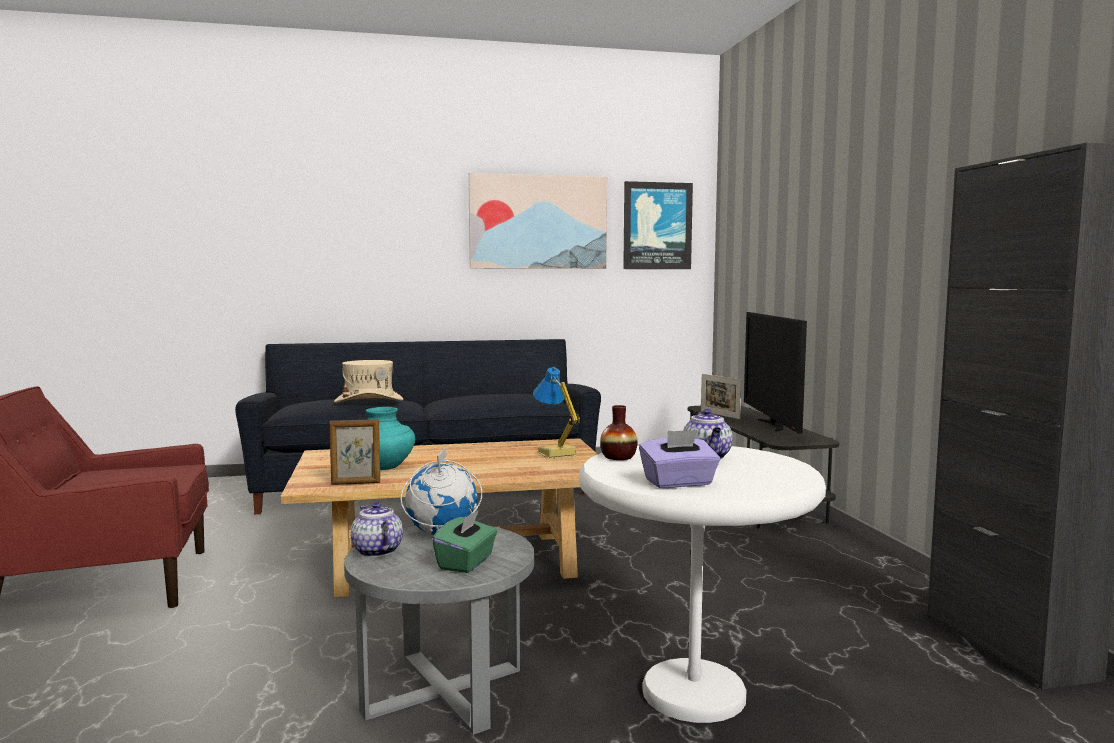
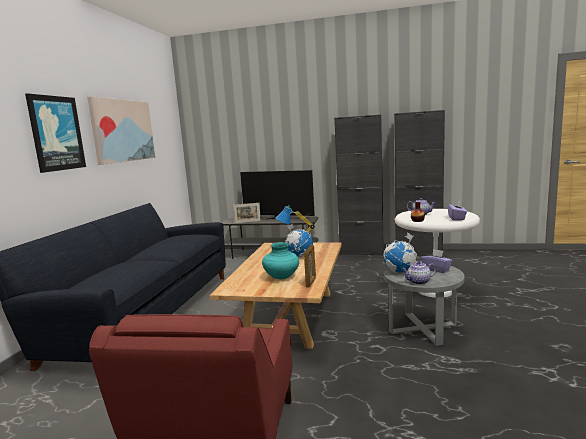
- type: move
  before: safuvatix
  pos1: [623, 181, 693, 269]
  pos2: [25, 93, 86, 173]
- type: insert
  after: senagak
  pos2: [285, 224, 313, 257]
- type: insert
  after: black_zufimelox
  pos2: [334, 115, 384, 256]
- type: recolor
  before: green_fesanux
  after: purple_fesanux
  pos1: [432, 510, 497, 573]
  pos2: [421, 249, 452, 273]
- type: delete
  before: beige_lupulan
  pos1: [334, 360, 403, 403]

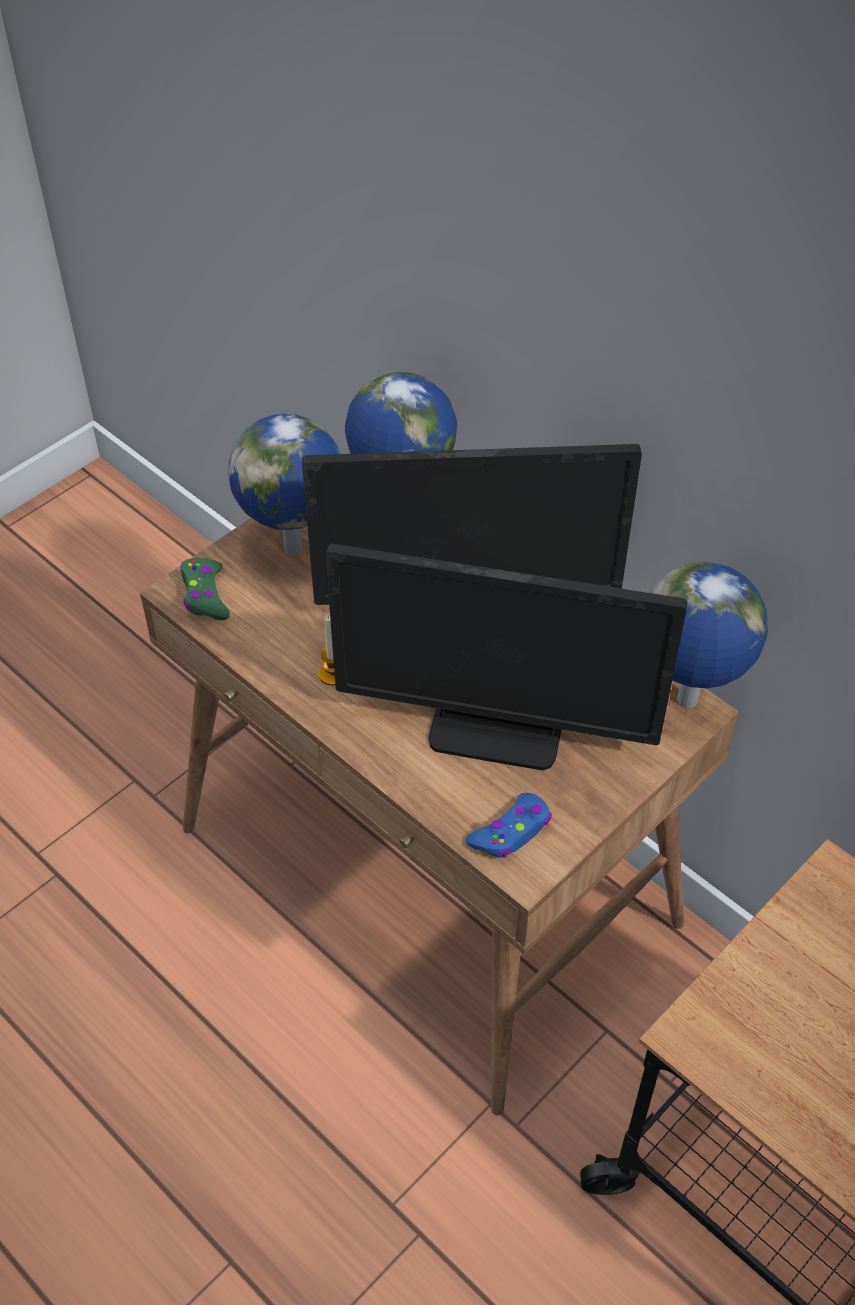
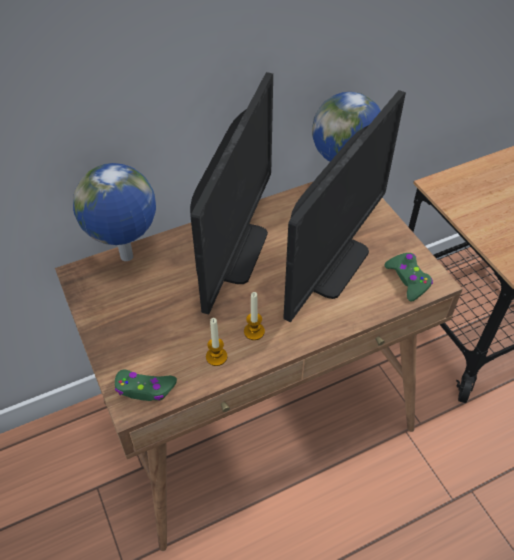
- type: insert
  after: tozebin
  pos2: [206, 318, 227, 366]
- type: recolor
  before: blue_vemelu
  after: green_vemelu
  pos1: [466, 793, 552, 858]
  pos2: [384, 253, 433, 302]
- type: delete
  before: senagak
  pos1: [228, 414, 340, 556]

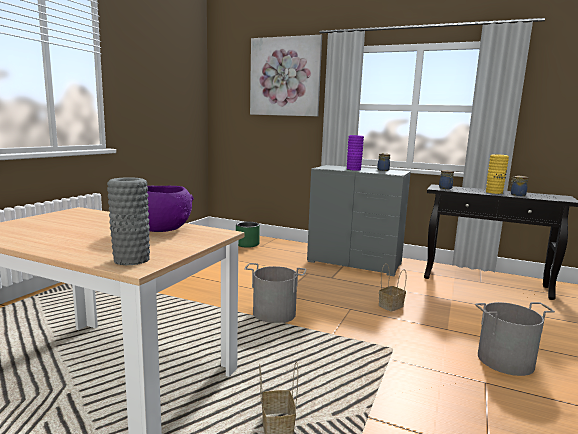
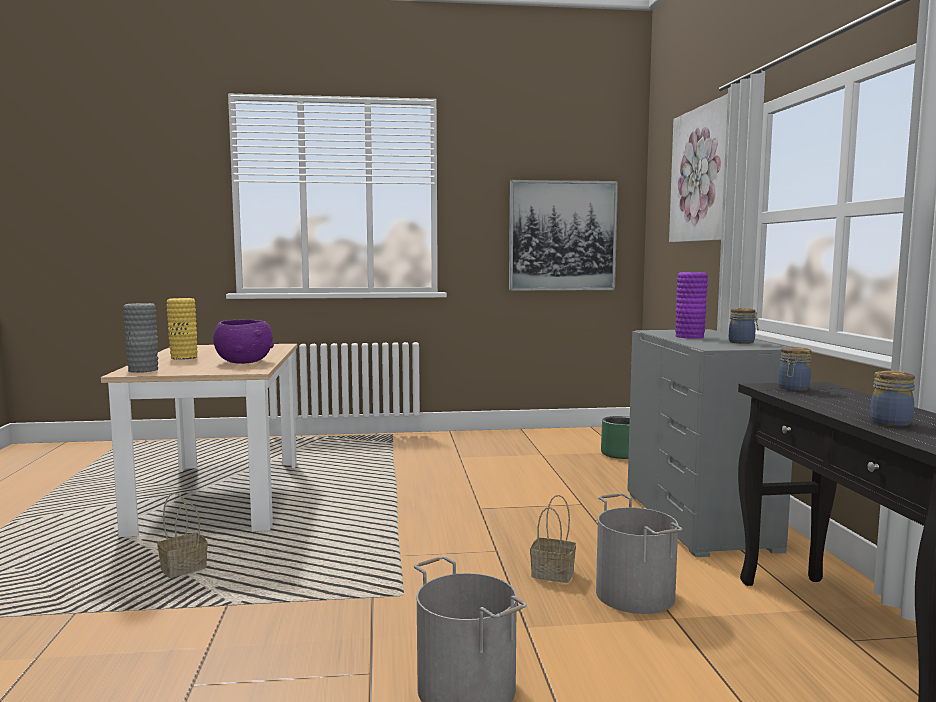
- type: move
  before: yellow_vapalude
  pos1: [486, 154, 509, 194]
  pos2: [166, 298, 198, 360]
- type: insert
  after: safuvatix
  pos2: [509, 180, 618, 291]
- type: move
  before: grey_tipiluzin
  pos1: [244, 263, 306, 323]
  pos2: [596, 493, 683, 614]

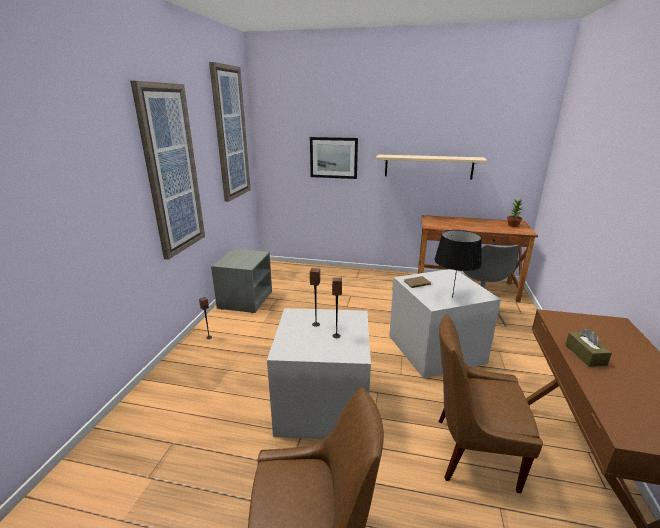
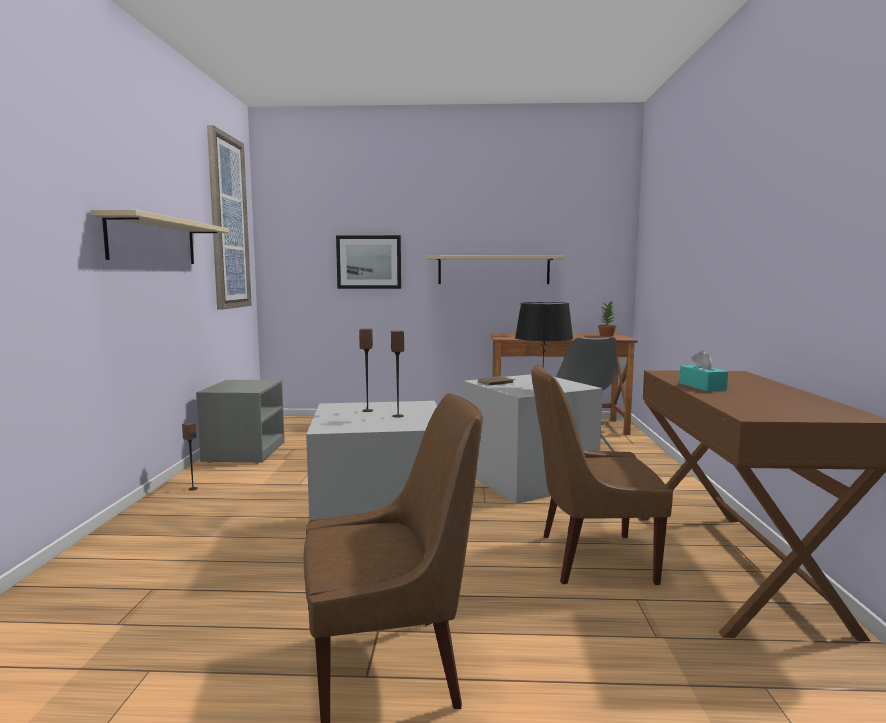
- type: replace
  before: safuvatix
  after: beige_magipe
  pos1: [130, 81, 205, 260]
  pos2: [91, 209, 229, 264]
- type: recolor
  before: brown_fesanux
  after: turquoise_fesanux
  pos1: [565, 329, 612, 367]
  pos2: [680, 350, 728, 391]

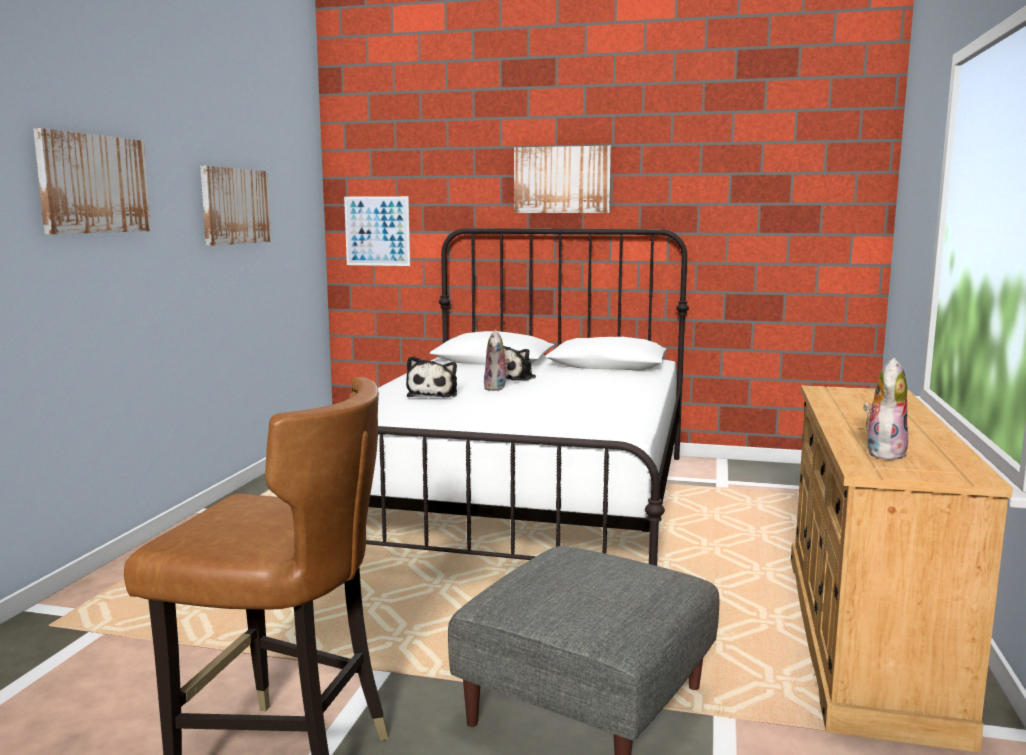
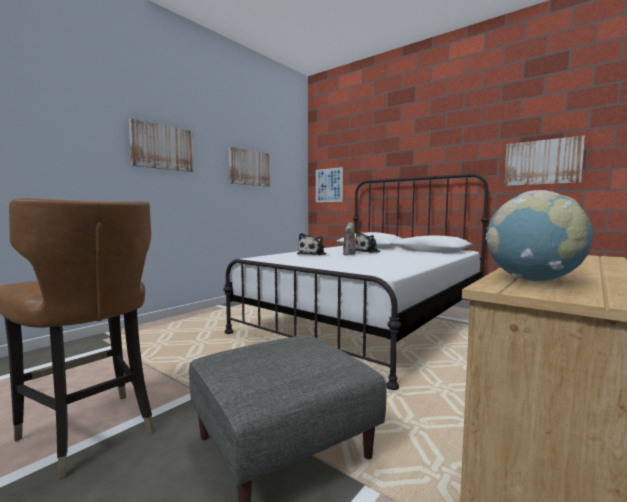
- type: replace
  before: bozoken
  after: senagak
  pos1: [863, 358, 908, 460]
  pos2: [485, 190, 593, 281]
- type: move
  before: safuvatix
  pos1: [514, 146, 612, 213]
  pos2: [504, 135, 585, 186]

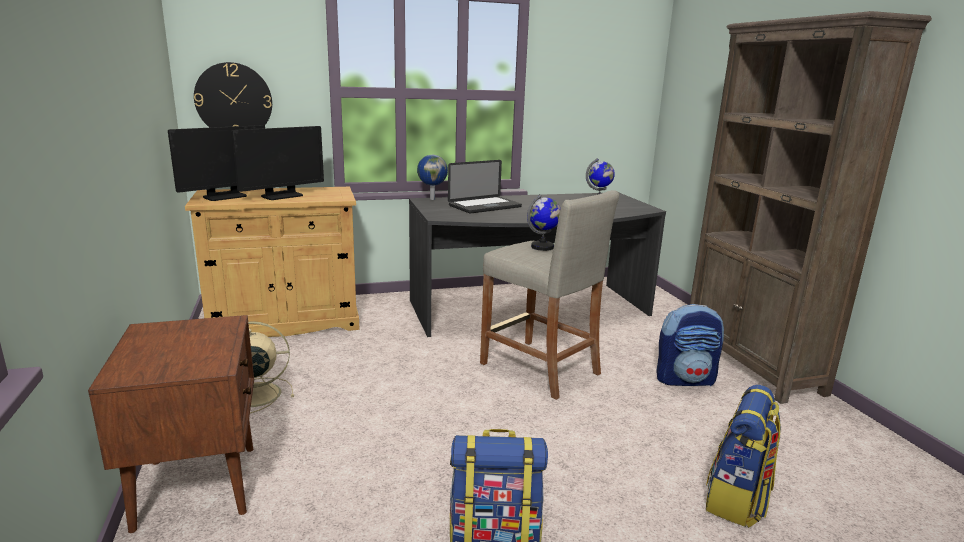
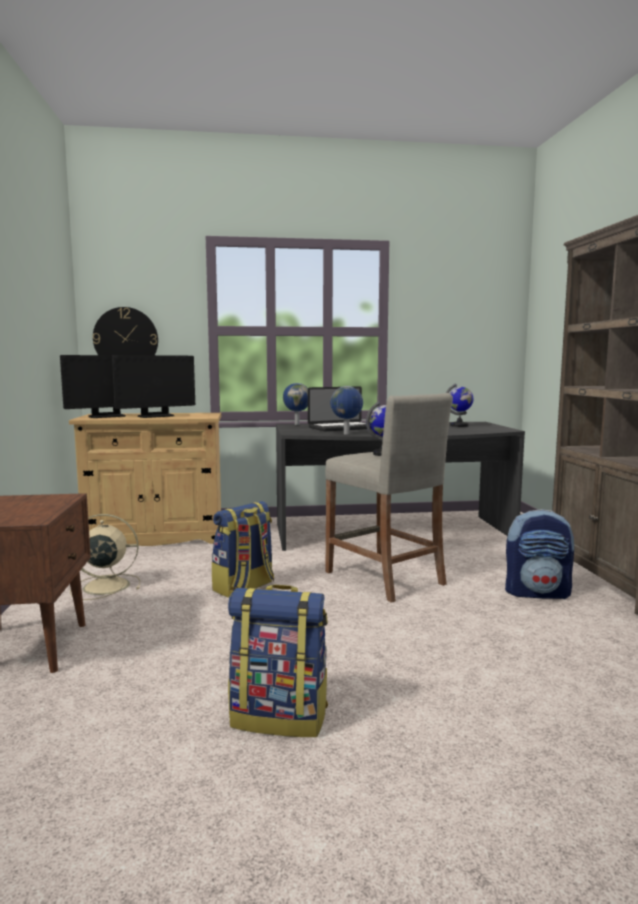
- type: move
  before: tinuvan
  pos1: [706, 385, 781, 528]
  pos2: [212, 501, 274, 598]
- type: insert
  after: senagak
  pos2: [330, 386, 363, 434]

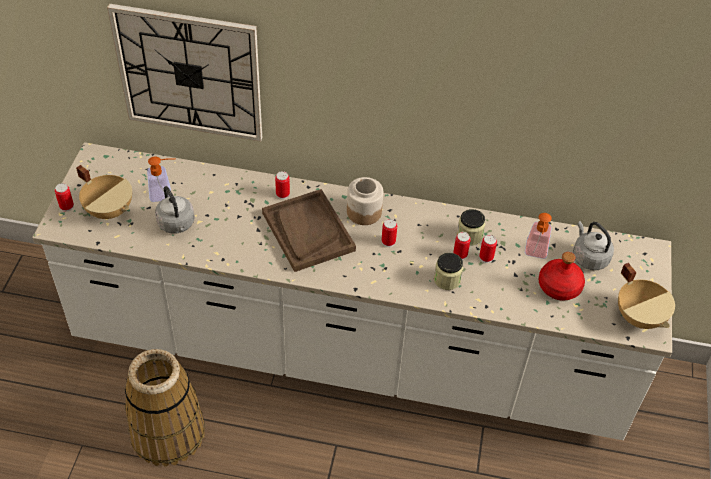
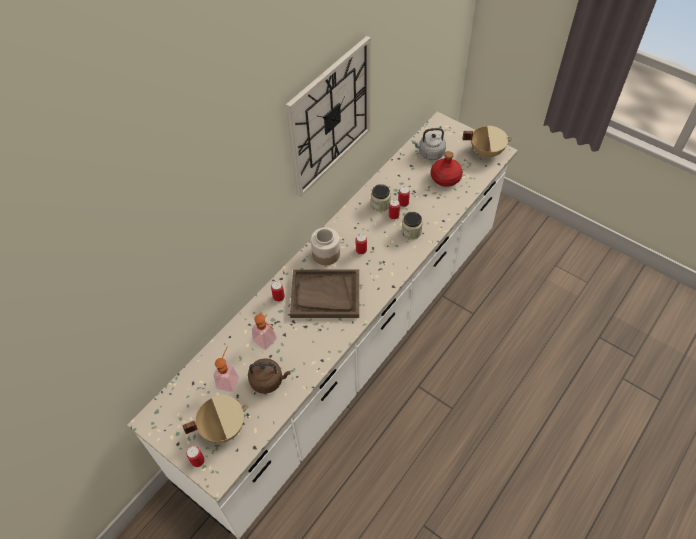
- type: recolor
  before: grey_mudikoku
  after: brown_mudikoku
  pos1: [155, 186, 195, 233]
  pos2: [248, 358, 290, 394]
- type: move
  before: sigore
  pos1: [525, 213, 552, 259]
  pos2: [252, 314, 277, 350]
- type: move
  before: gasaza
  pos1: [107, 4, 262, 141]
  pos2: [286, 36, 371, 197]
- type: delete
  before: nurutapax
  pos1: [125, 349, 205, 466]

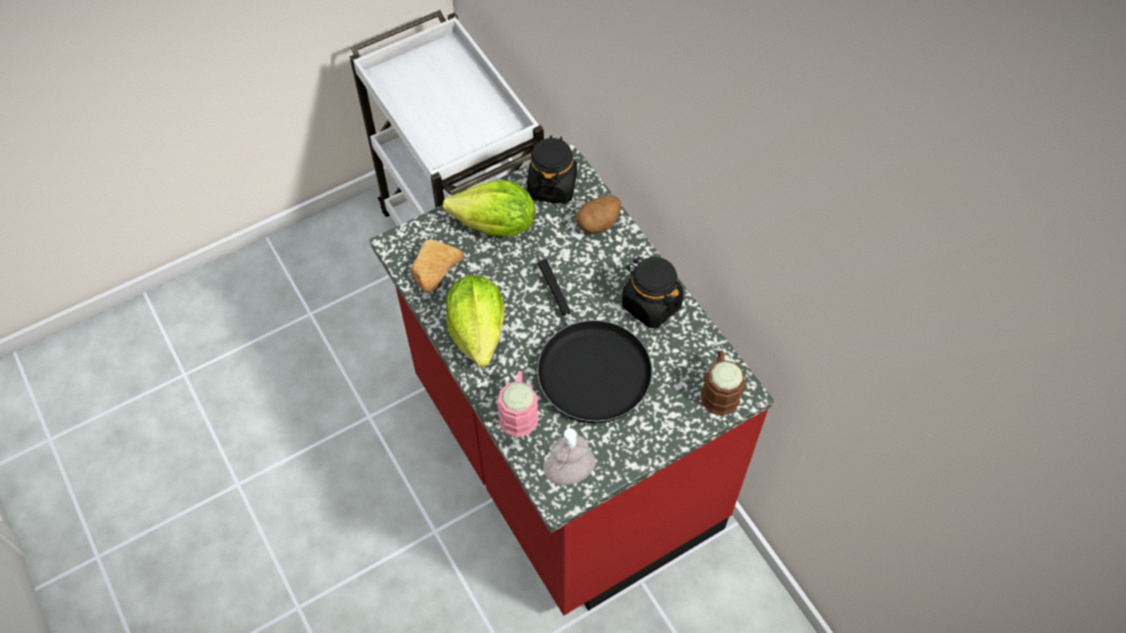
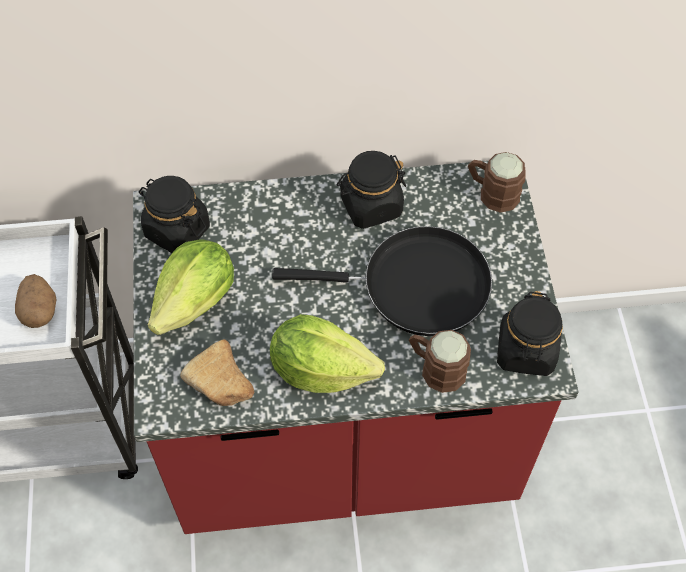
- type: move
  before: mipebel
  pos1: [576, 195, 621, 234]
  pos2: [15, 274, 57, 328]
- type: recolor
  before: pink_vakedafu
  after: brown_vakedafu
  pos1: [497, 371, 538, 437]
  pos2: [409, 330, 471, 393]
- type: replace
  before: sigore
  after: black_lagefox
  pos1: [543, 428, 596, 485]
  pos2: [497, 291, 563, 376]

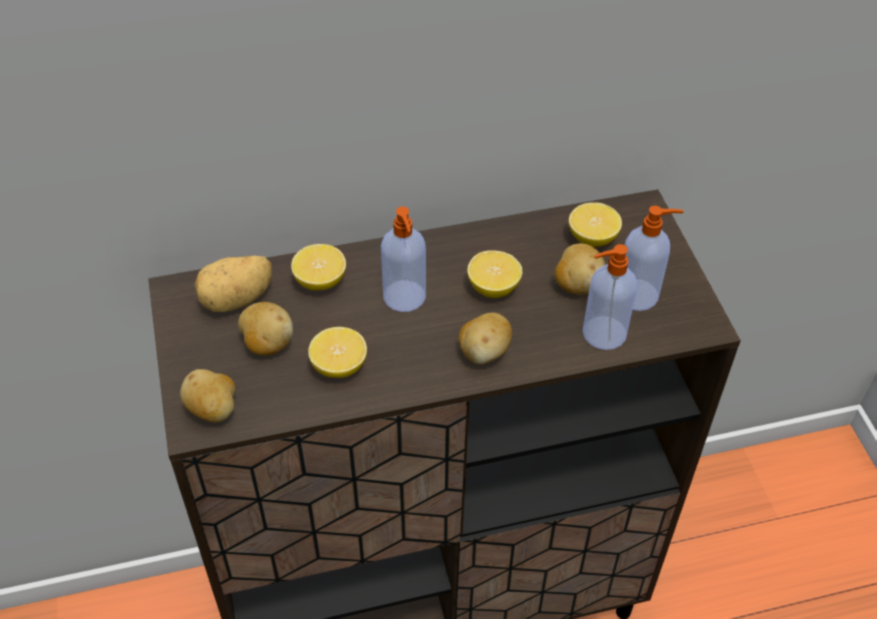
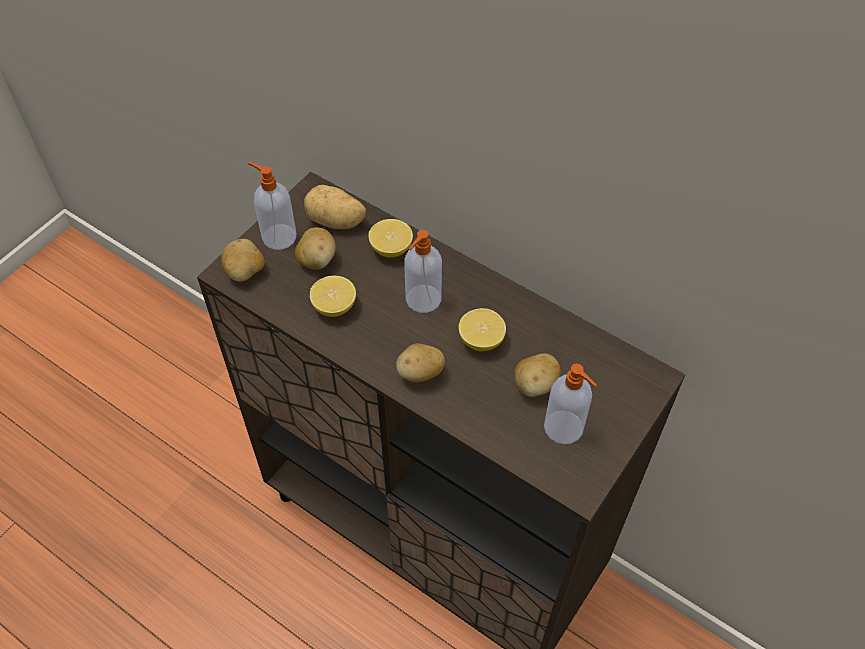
- type: move
  before: sigore
  pos1: [582, 244, 637, 350]
  pos2: [248, 162, 296, 250]
- type: delete
  before: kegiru
  pos1: [569, 202, 622, 247]

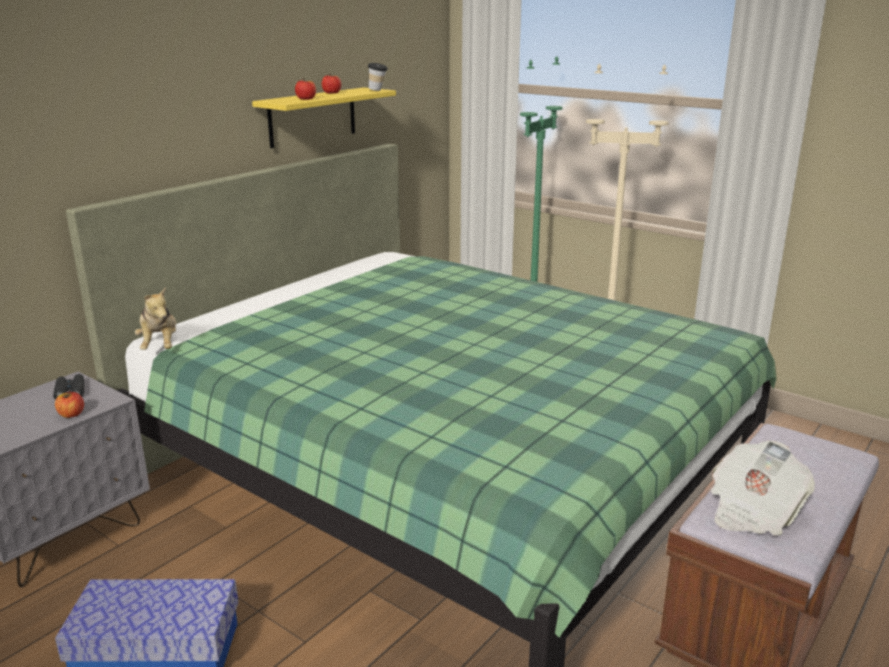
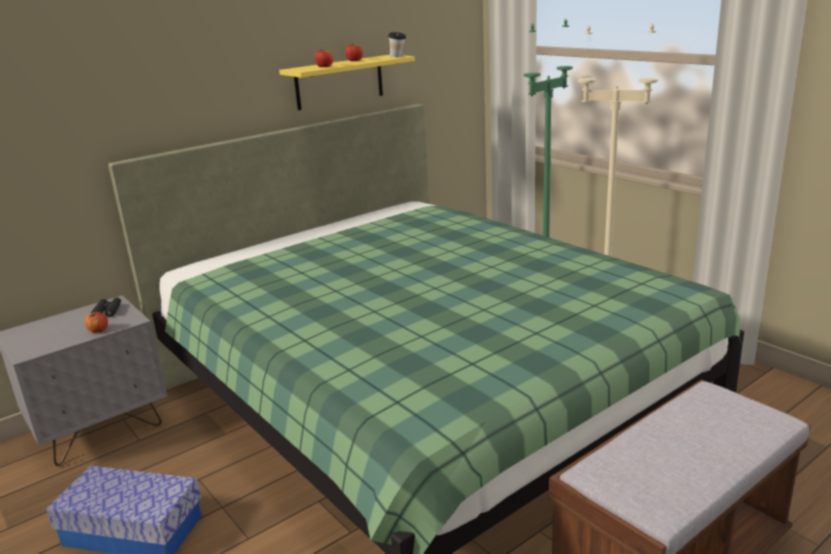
- type: delete
  before: bozoken
  pos1: [135, 287, 176, 350]
- type: delete
  before: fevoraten
  pos1: [711, 441, 815, 536]

